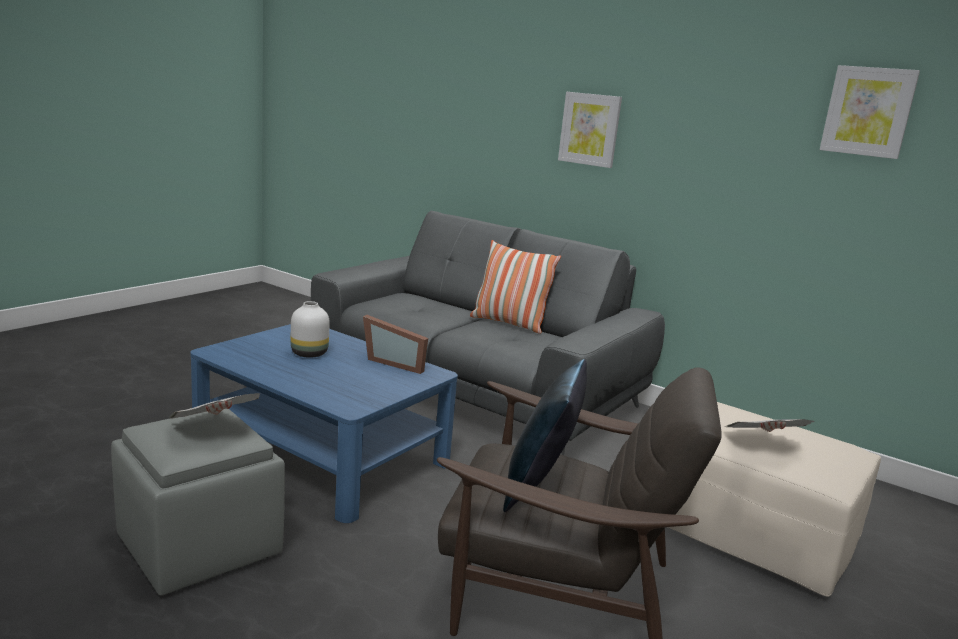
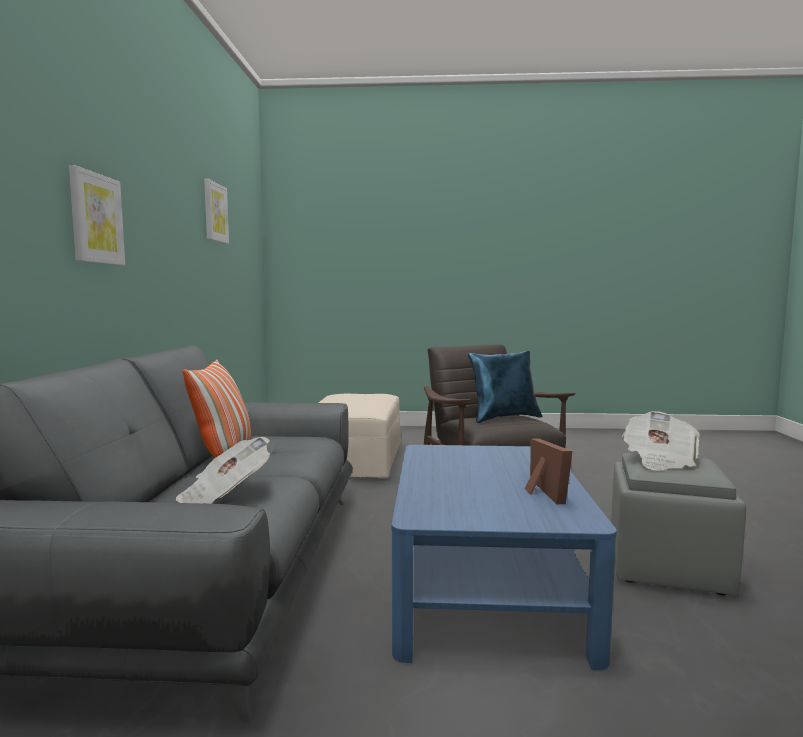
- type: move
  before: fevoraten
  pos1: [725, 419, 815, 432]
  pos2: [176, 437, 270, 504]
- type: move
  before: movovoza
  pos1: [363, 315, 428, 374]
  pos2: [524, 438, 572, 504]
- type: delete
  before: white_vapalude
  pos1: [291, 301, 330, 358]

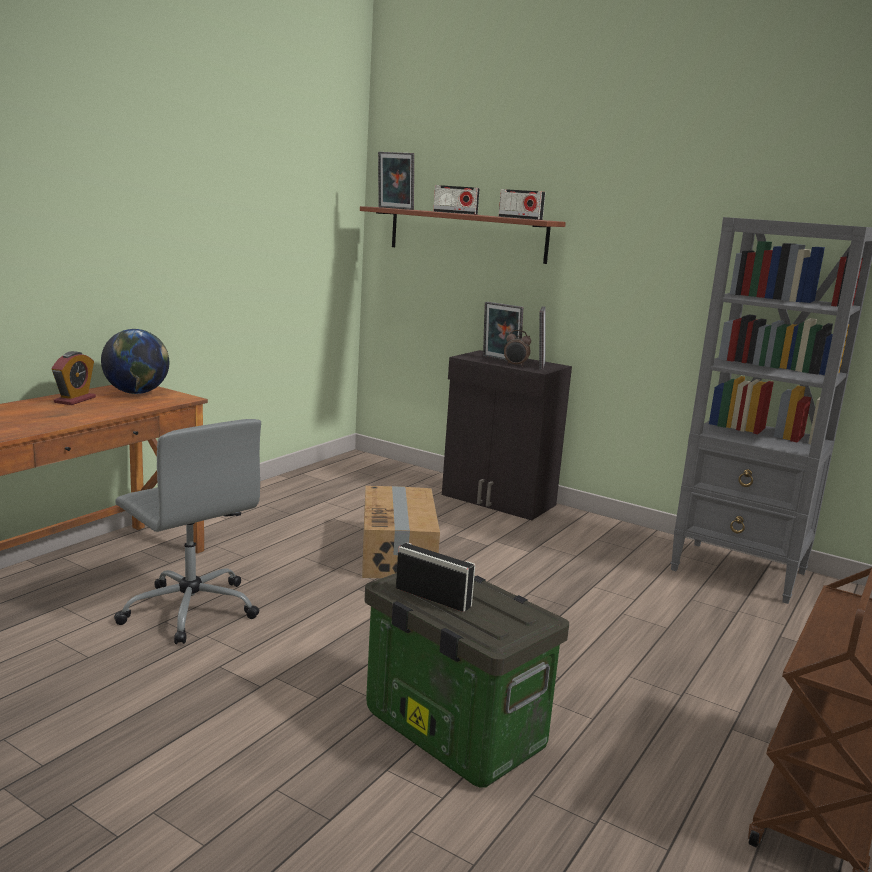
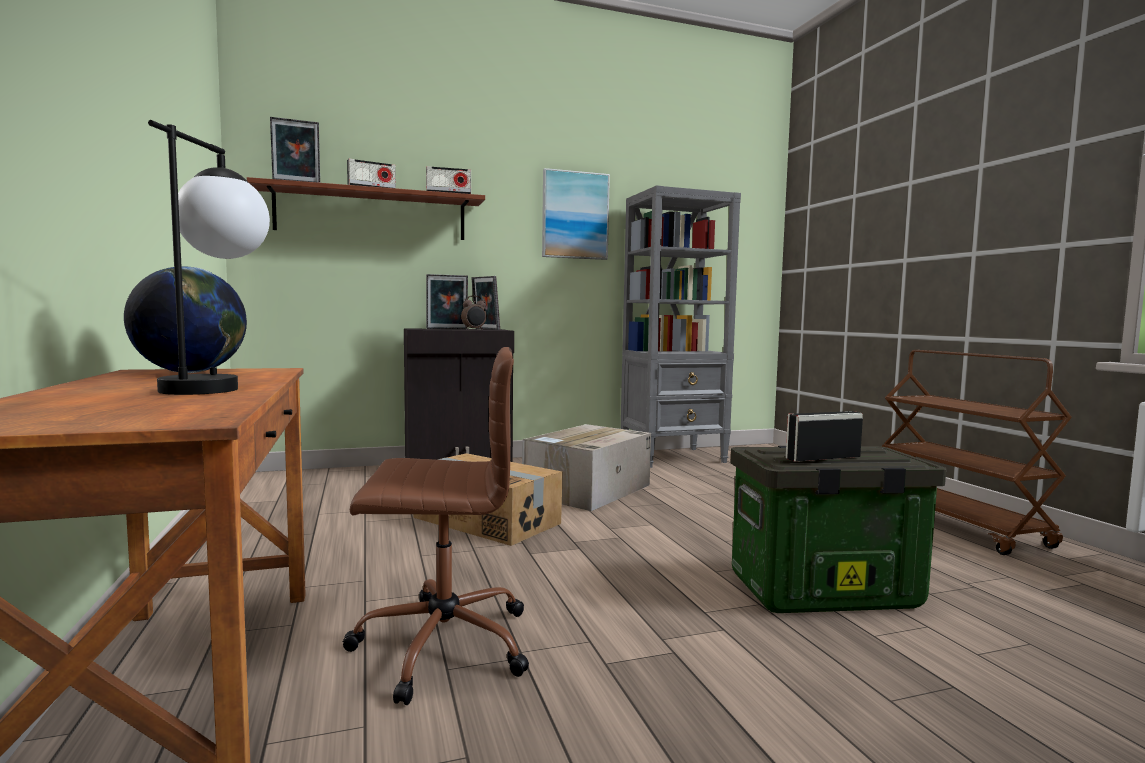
- type: insert
  after: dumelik
  pos2: [148, 120, 270, 395]
- type: recolor
  before: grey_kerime
  after: brown_kerime
  pos1: [114, 419, 261, 644]
  pos2: [343, 347, 529, 705]
- type: insert
  after: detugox
  pos2: [522, 424, 651, 511]
- type: insert
  after: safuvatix
  pos2: [542, 168, 610, 260]
- type: delete
  before: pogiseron
  pos1: [51, 351, 96, 405]

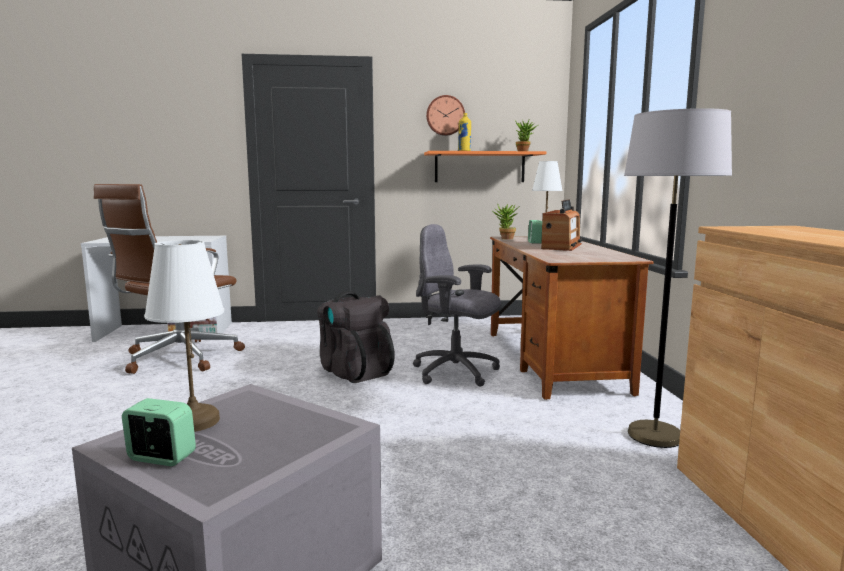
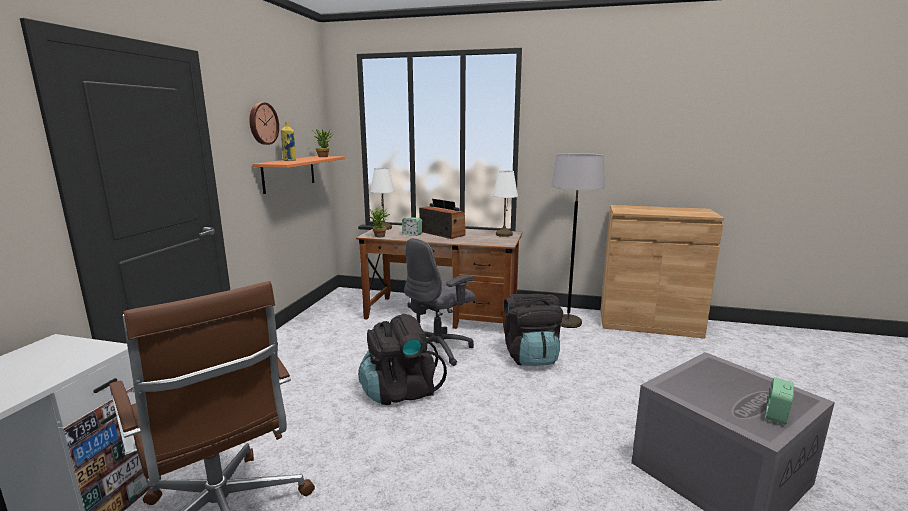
- type: move
  before: white_dumelik
  pos1: [144, 240, 224, 432]
  pos2: [493, 170, 518, 237]
- type: insert
  after: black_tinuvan
  pos2: [504, 294, 563, 366]

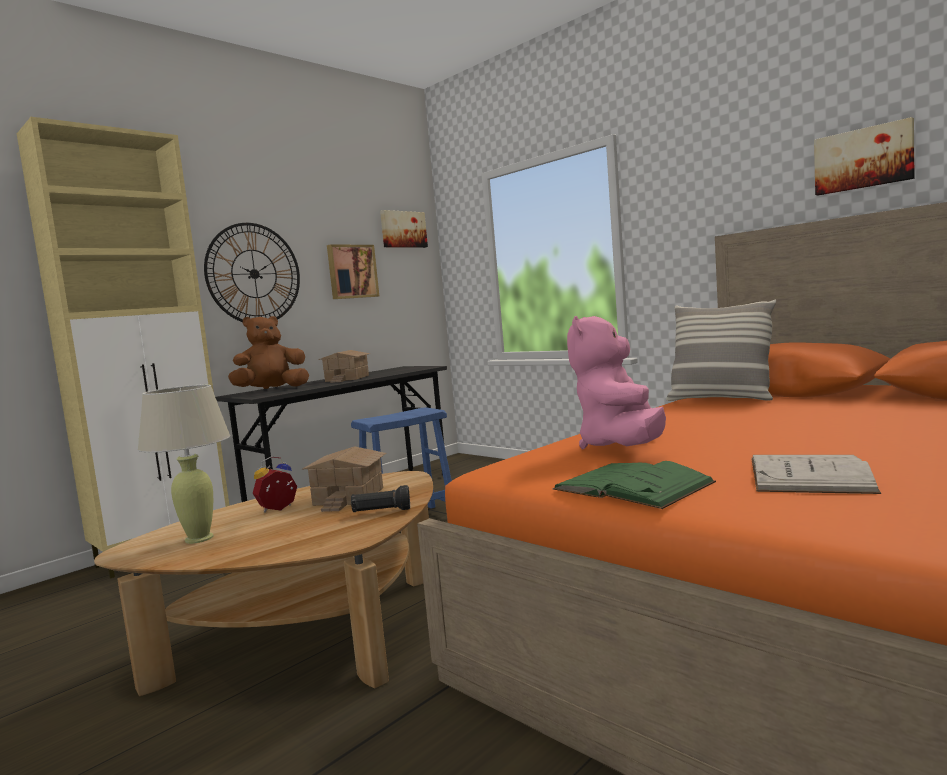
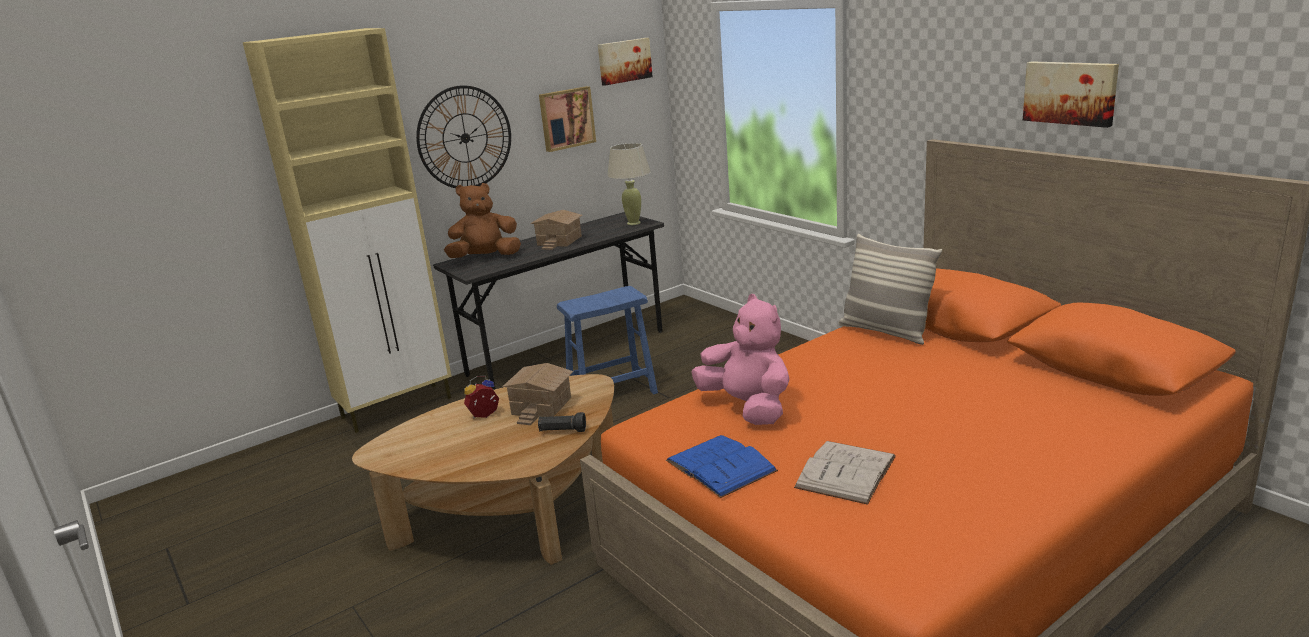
- type: move
  before: beige_dumelik
  pos1: [138, 384, 230, 544]
  pos2: [607, 143, 651, 225]
- type: recolor
  before: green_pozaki
  after: blue_pozaki
  pos1: [553, 461, 716, 509]
  pos2: [666, 435, 778, 498]
- type: rotate
  before: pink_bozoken
  pos1: [567, 316, 666, 449]
  pos2: [692, 294, 790, 425]
  turn: 120

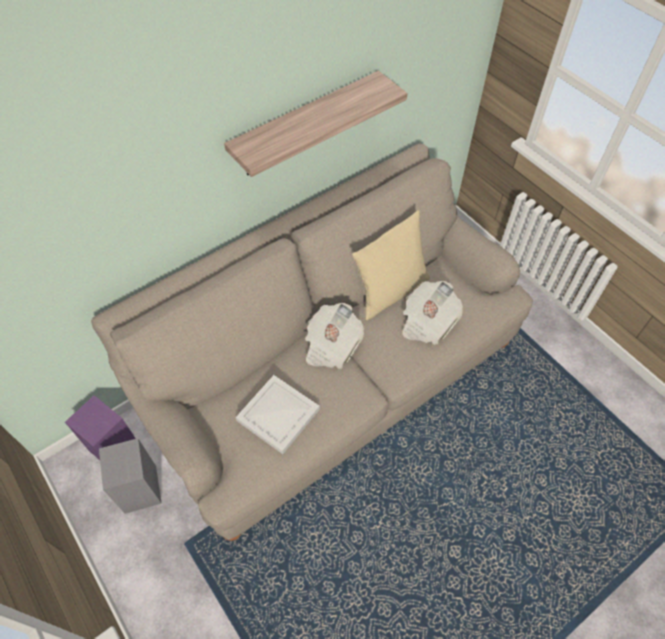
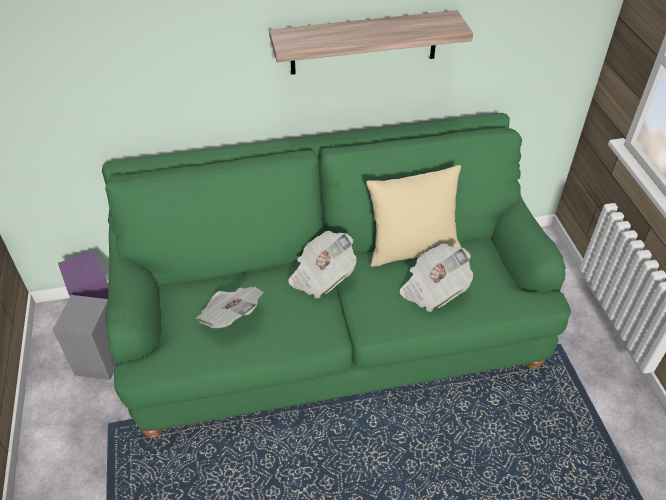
- type: recolor
  before: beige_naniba
  after: green_naniba
  pos1: [91, 143, 533, 541]
  pos2: [102, 113, 571, 438]
- type: replace
  before: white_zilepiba
  after: fevoraten
  pos1: [236, 375, 320, 454]
  pos2: [195, 286, 263, 328]

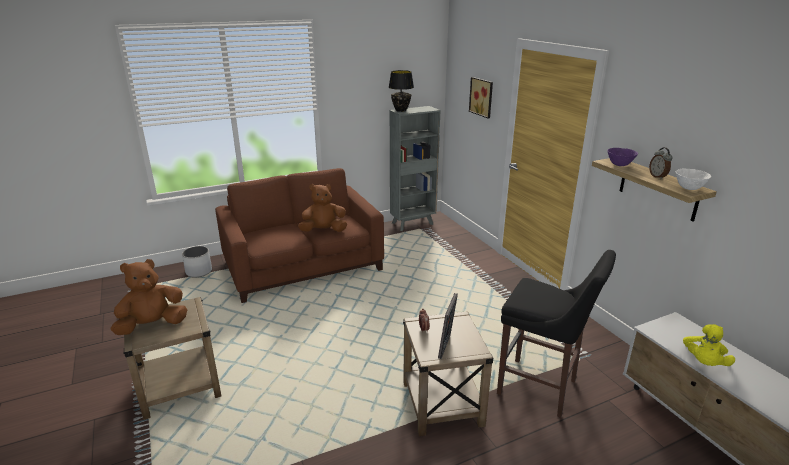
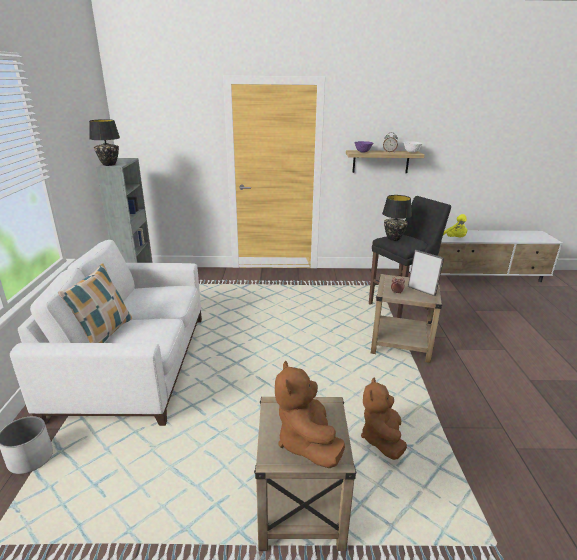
- type: recolor
  before: brown_naniba
  after: white_naniba
  pos1: [215, 168, 384, 303]
  pos2: [10, 240, 202, 426]
- type: insert
  after: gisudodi
  pos2: [58, 263, 132, 343]
- type: move
  before: brown_bozoken
  pos1: [298, 184, 347, 232]
  pos2: [361, 377, 407, 460]
- type: insert
  after: black_dumelik
  pos2: [382, 195, 412, 241]
- type: delete
  before: safuvatix
  pos1: [469, 77, 493, 119]

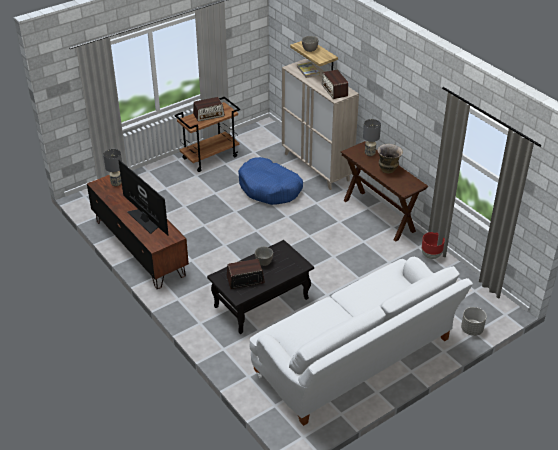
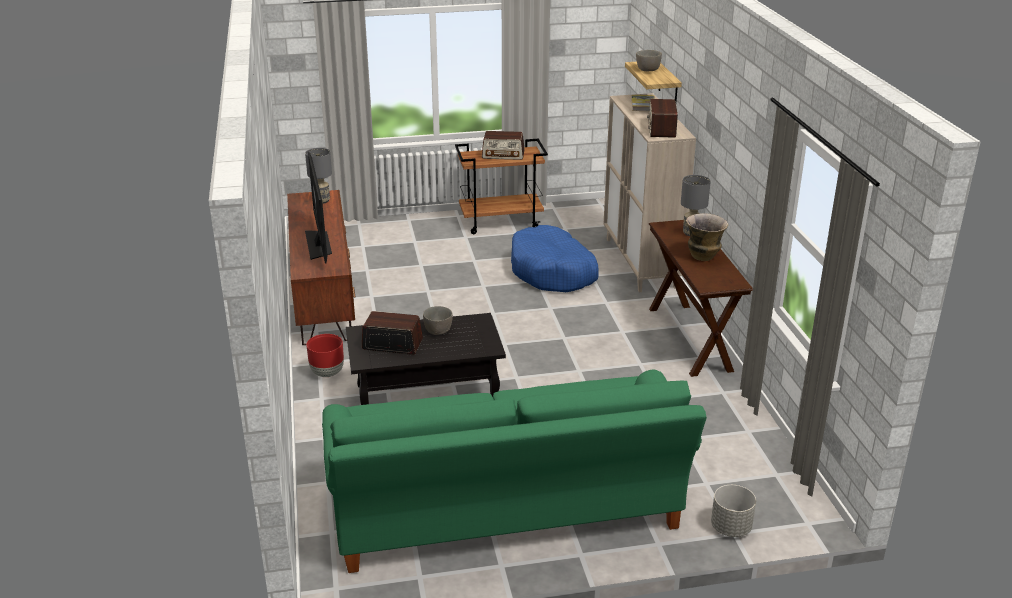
- type: move
  before: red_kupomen
  pos1: [422, 232, 445, 259]
  pos2: [306, 334, 344, 377]
- type: recolor
  before: white_naniba
  after: green_naniba
  pos1: [249, 257, 473, 426]
  pos2: [322, 370, 707, 573]

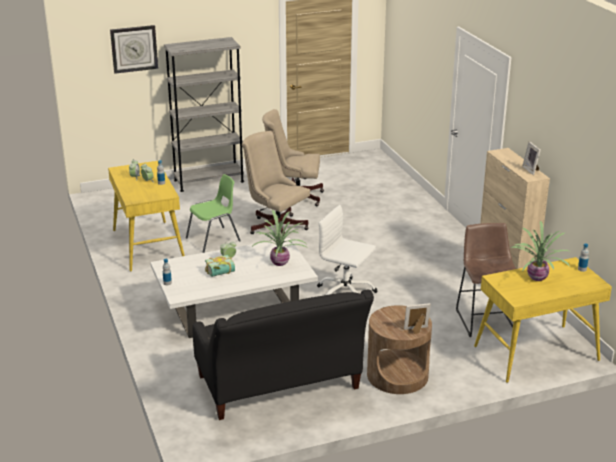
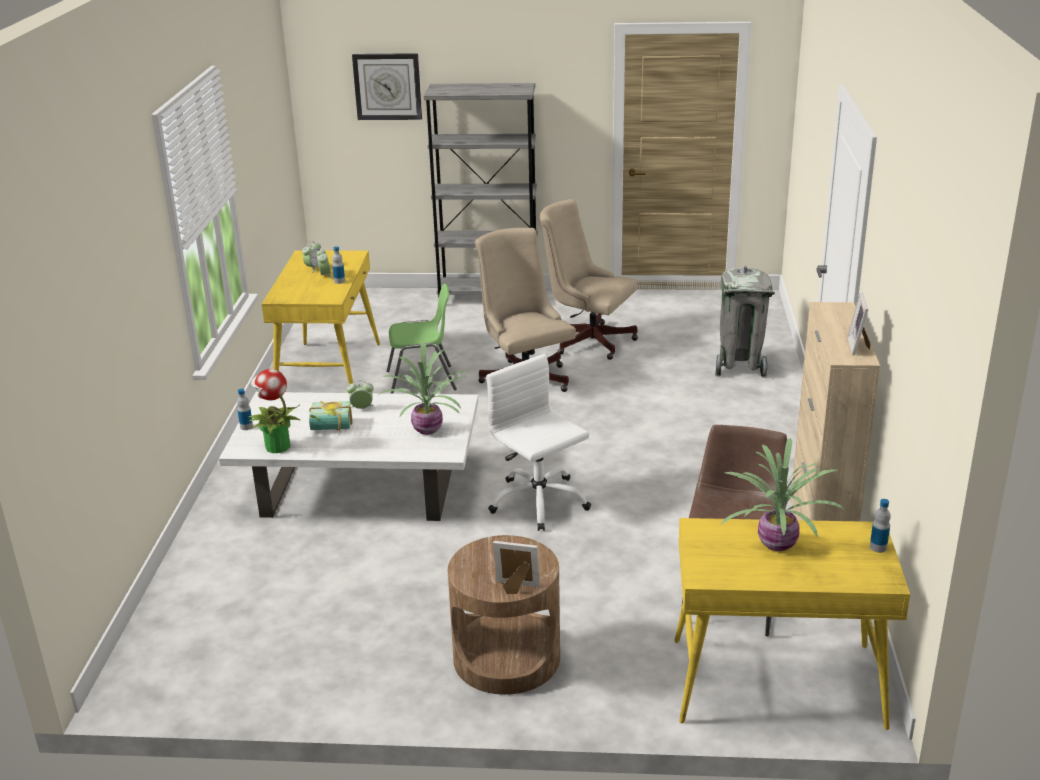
- type: insert
  after: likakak
  pos2: [247, 369, 301, 453]
- type: insert
  after: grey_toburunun
  pos2: [715, 266, 775, 378]
- type: delete
  before: black_naniba
  pos1: [193, 290, 374, 420]

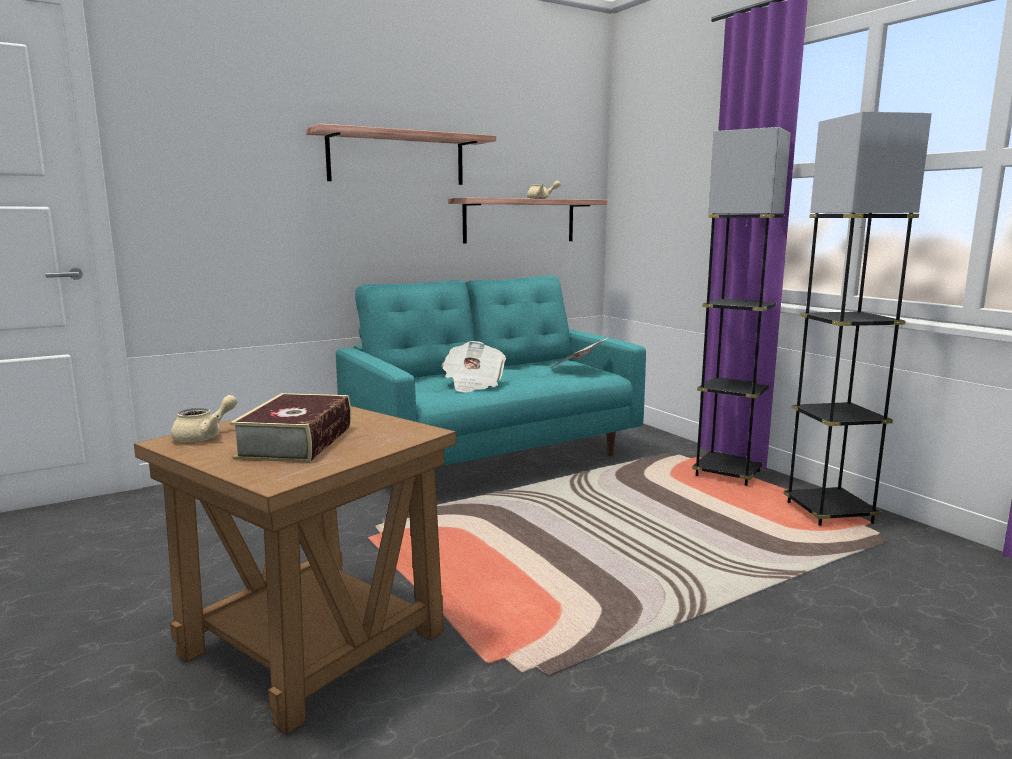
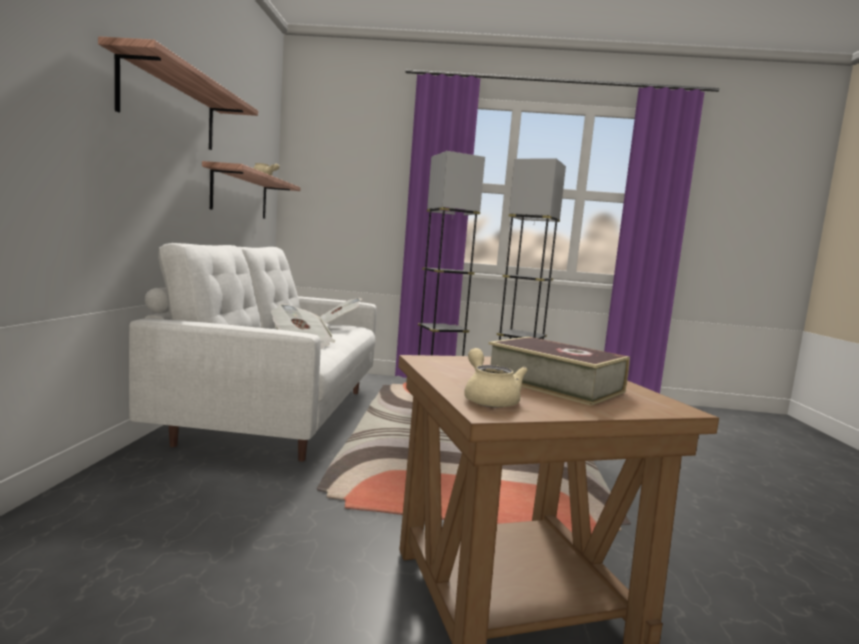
- type: recolor
  before: turquoise_naniba
  after: white_naniba
  pos1: [336, 275, 646, 466]
  pos2: [129, 243, 377, 461]

